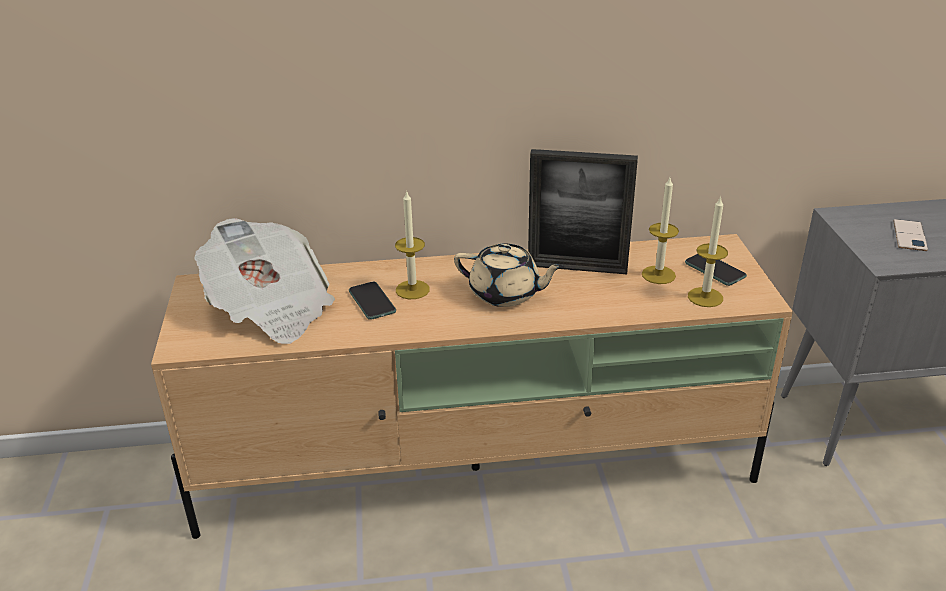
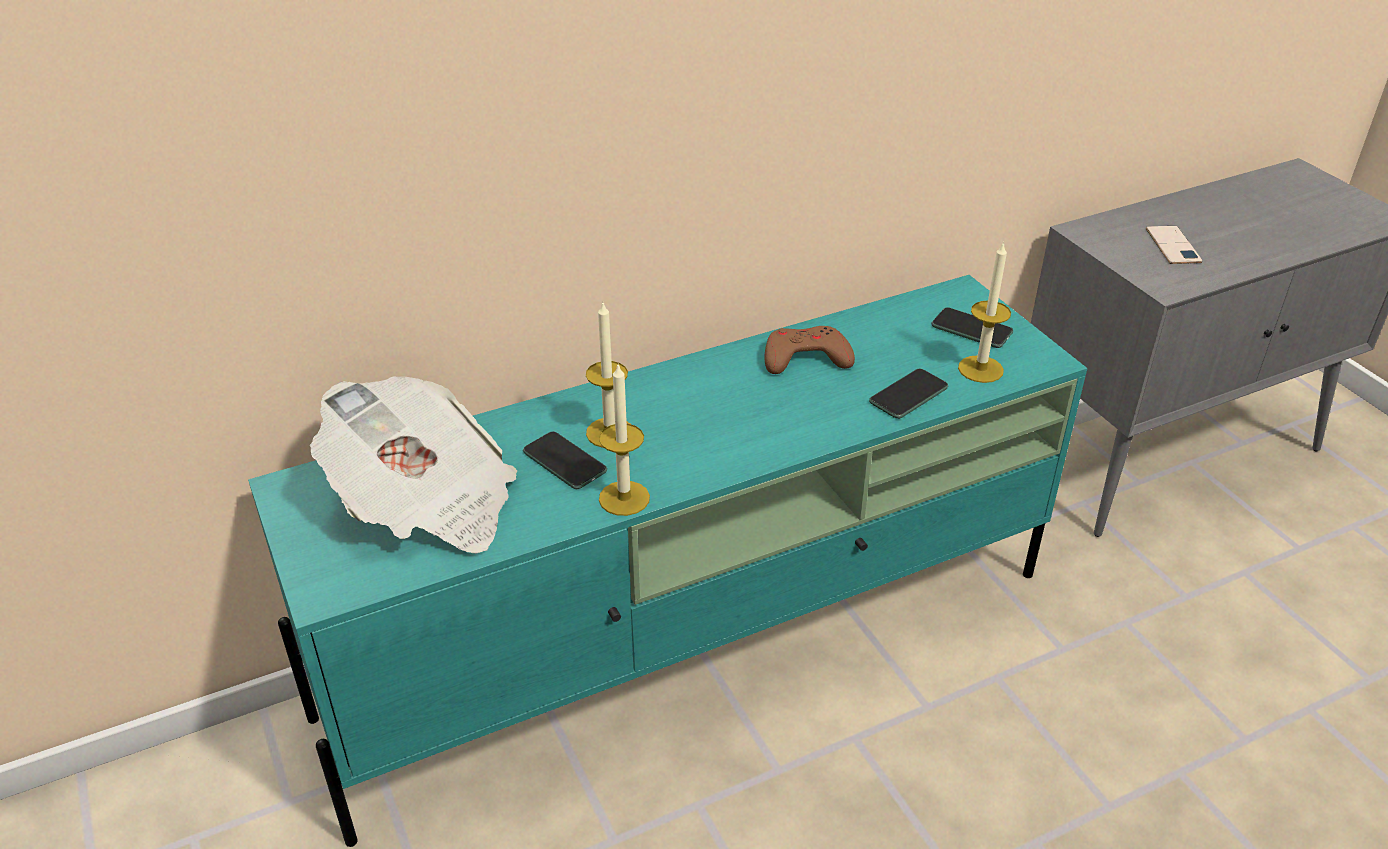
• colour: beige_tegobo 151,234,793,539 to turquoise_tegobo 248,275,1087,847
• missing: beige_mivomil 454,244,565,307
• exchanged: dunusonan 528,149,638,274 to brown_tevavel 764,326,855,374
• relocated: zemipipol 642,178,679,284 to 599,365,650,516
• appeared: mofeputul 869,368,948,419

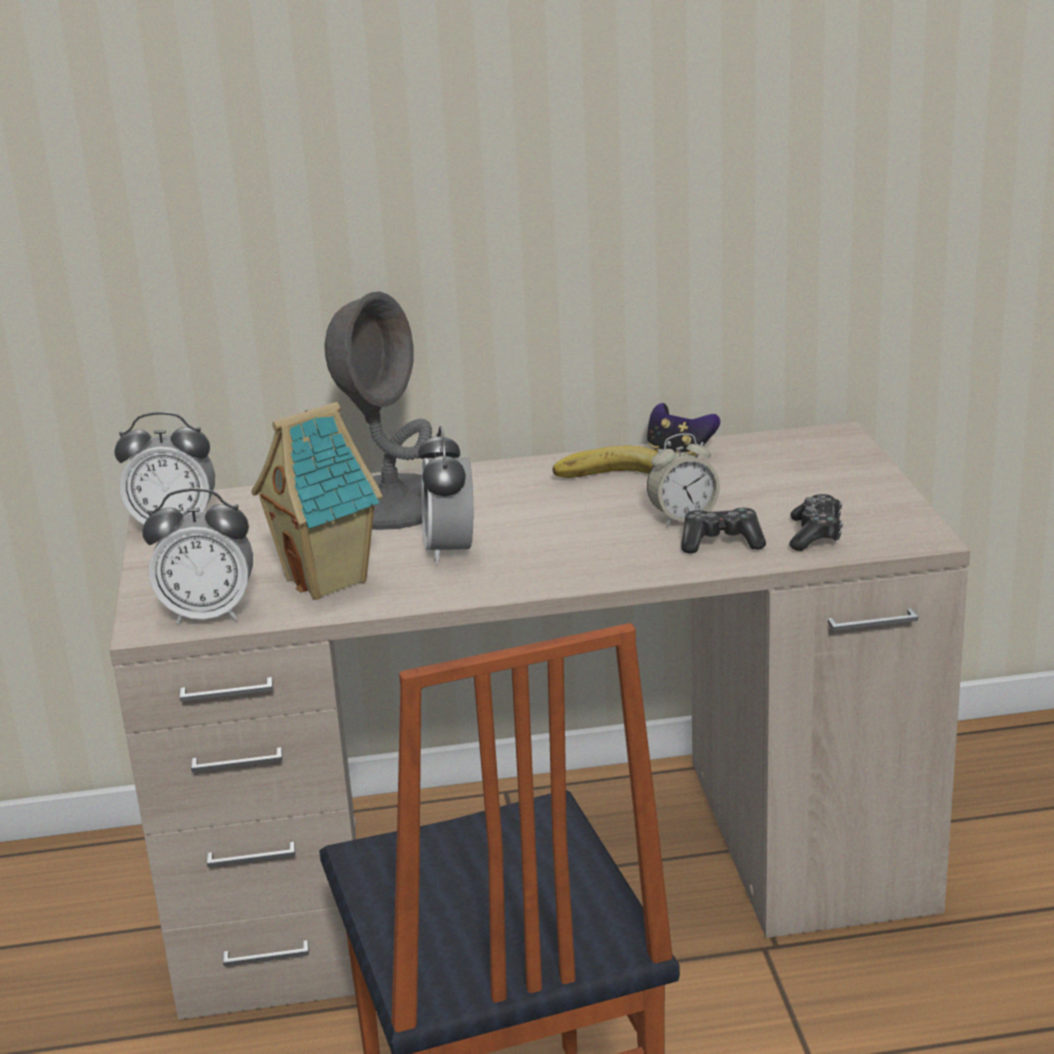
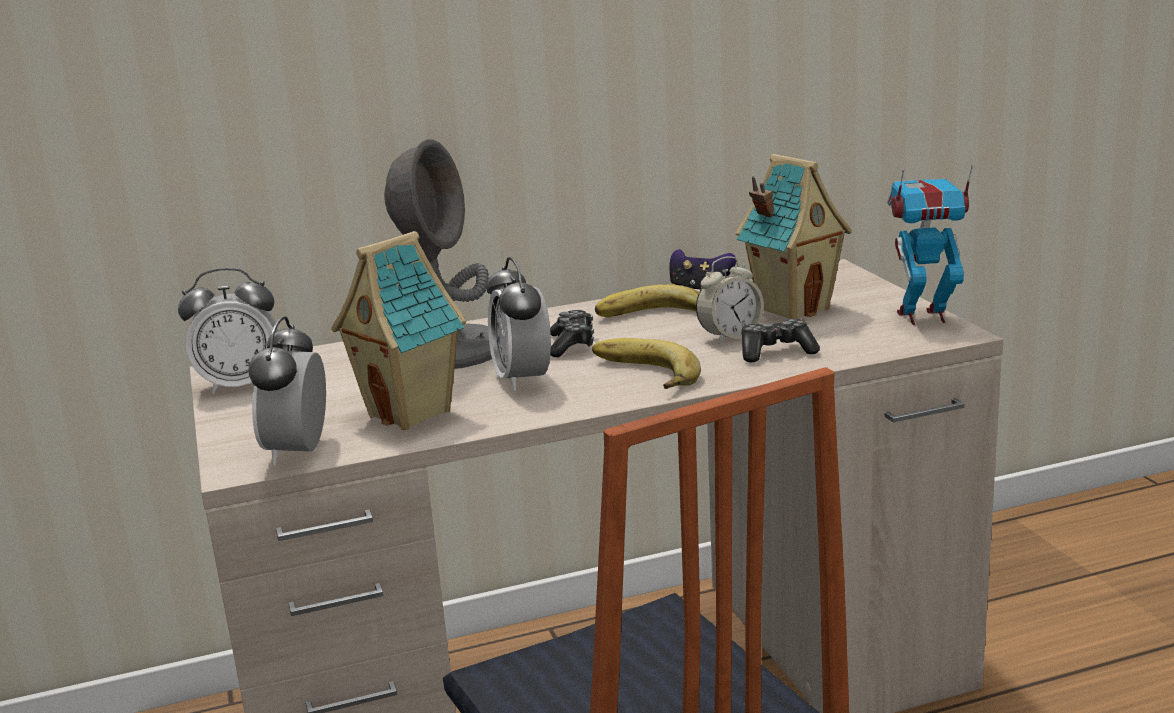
• spun: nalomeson 142,488,253,624 = 249,316,326,465 105 degrees clockwise
• relocated: tevavel 789,494,843,551 to 550,310,594,357
• appeared: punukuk 592,338,701,389
• appeared: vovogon 736,154,852,319
• appeared: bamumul 887,165,973,325

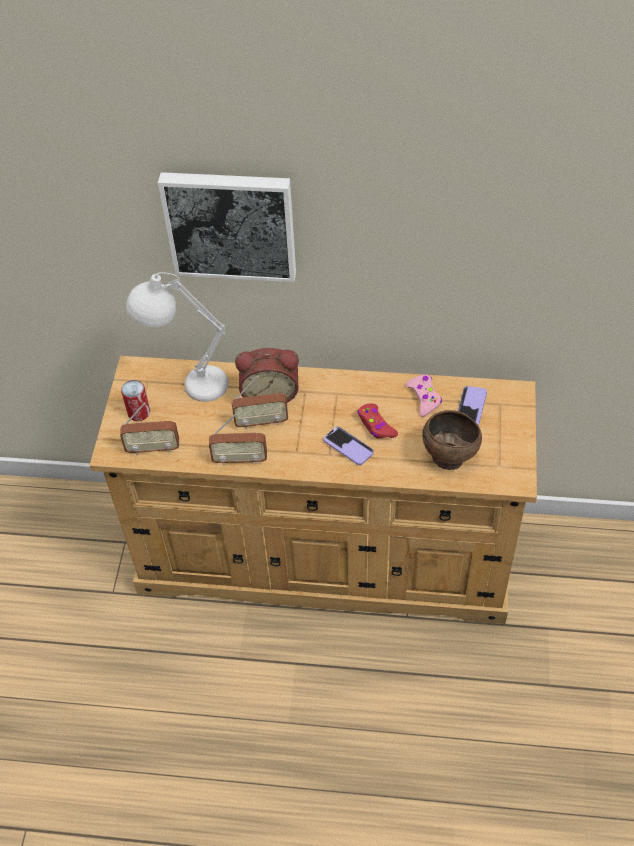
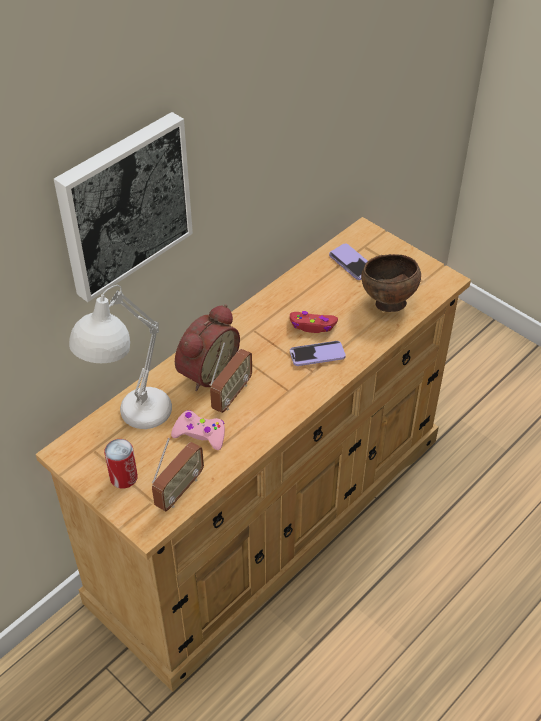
• missing: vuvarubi 209,414,267,466
• relocated: pink_tevavel 406,375,442,417 to 171,410,225,450

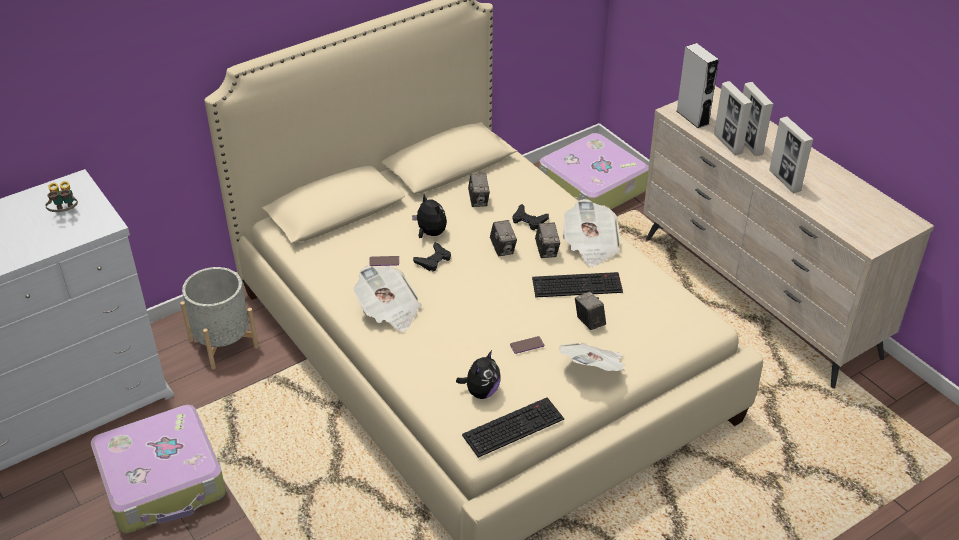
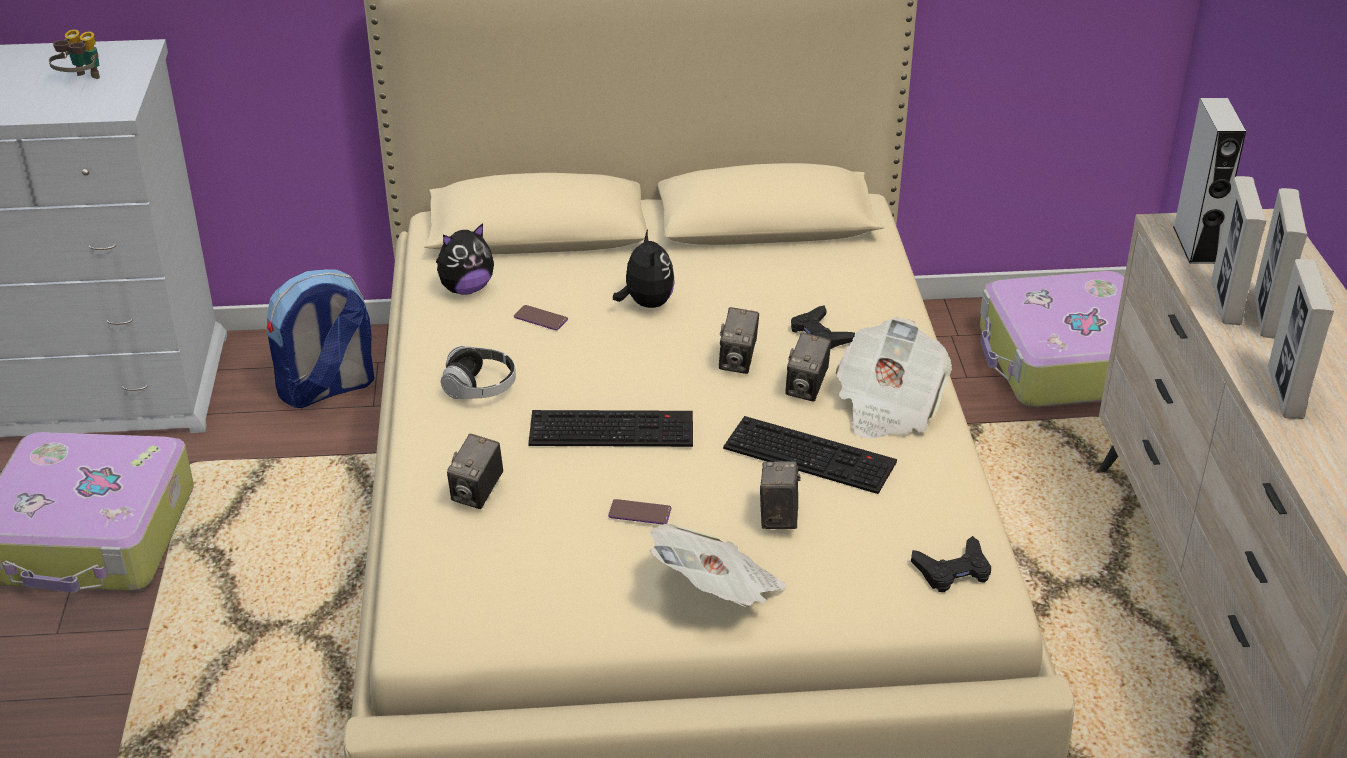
• exchanged: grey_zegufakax 180,267,259,370 to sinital 267,269,374,408
• exchanged: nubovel 354,266,422,332 to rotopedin 441,346,516,399
• relocated: black_tevavel 413,242,451,271 to 911,536,991,592
• relocated: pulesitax 456,350,500,399 to 436,223,494,295
• relocated: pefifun 462,397,564,458 to 528,410,693,447
• relocated: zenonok 468,173,490,207 to 447,434,503,509

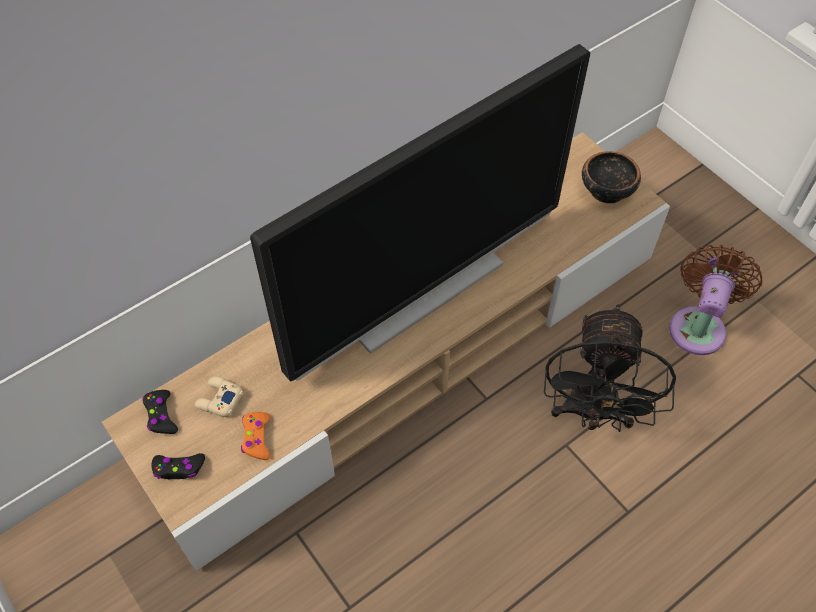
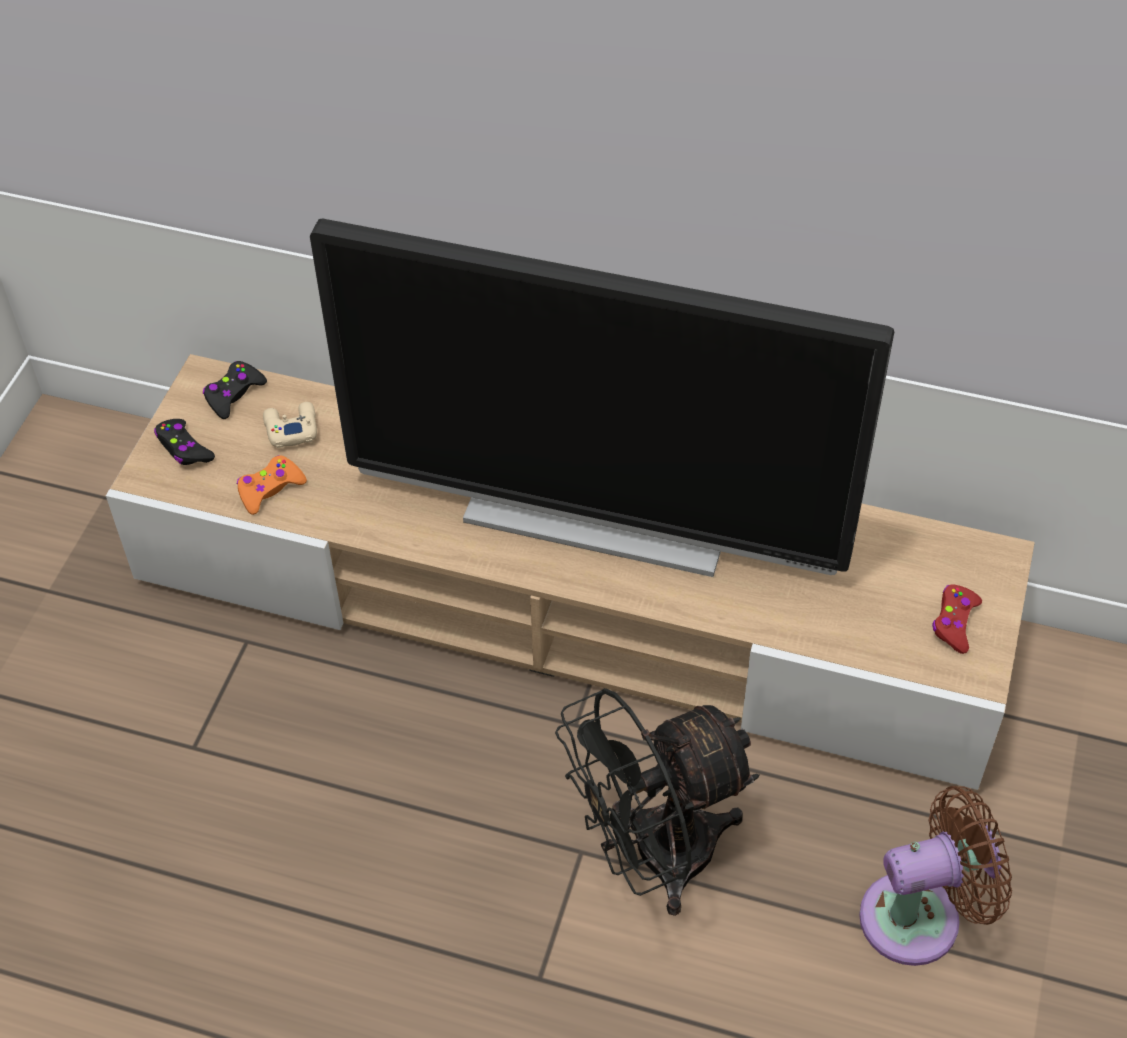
• exchanged: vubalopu 582,151,641,204 to red_tevavel 932,584,982,654

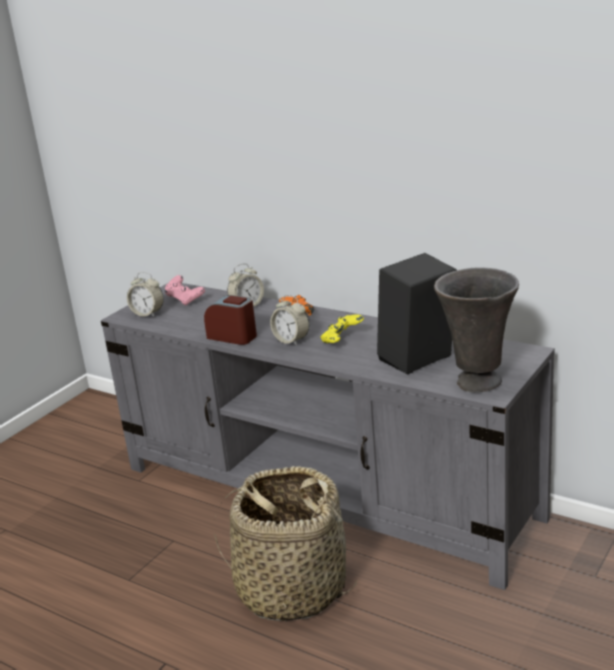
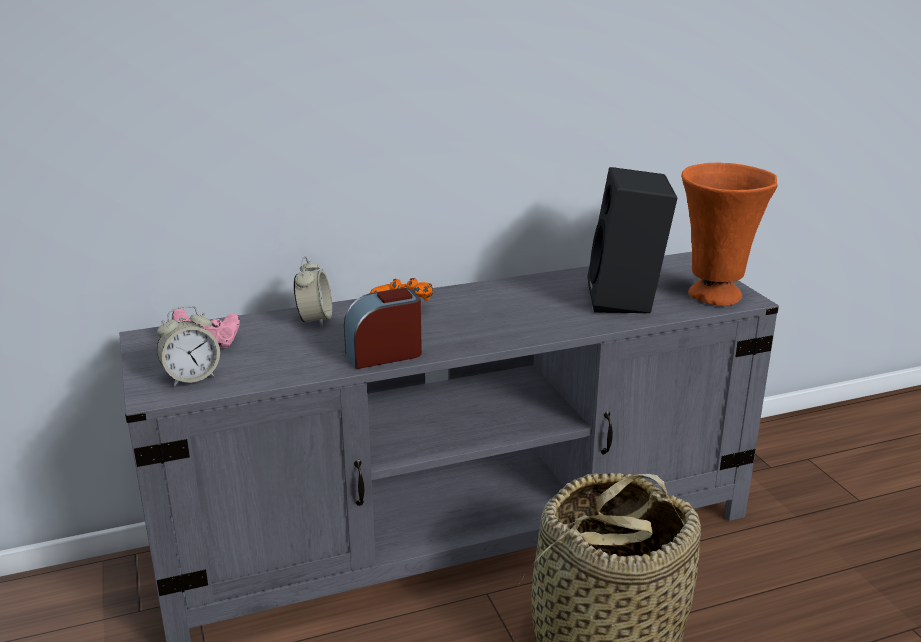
• missing: nalomeson 270,295,309,346
• missing: yellow_tevavel 321,314,364,343
• colour: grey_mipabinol 434,267,519,392 to orange_mipabinol 681,162,778,306

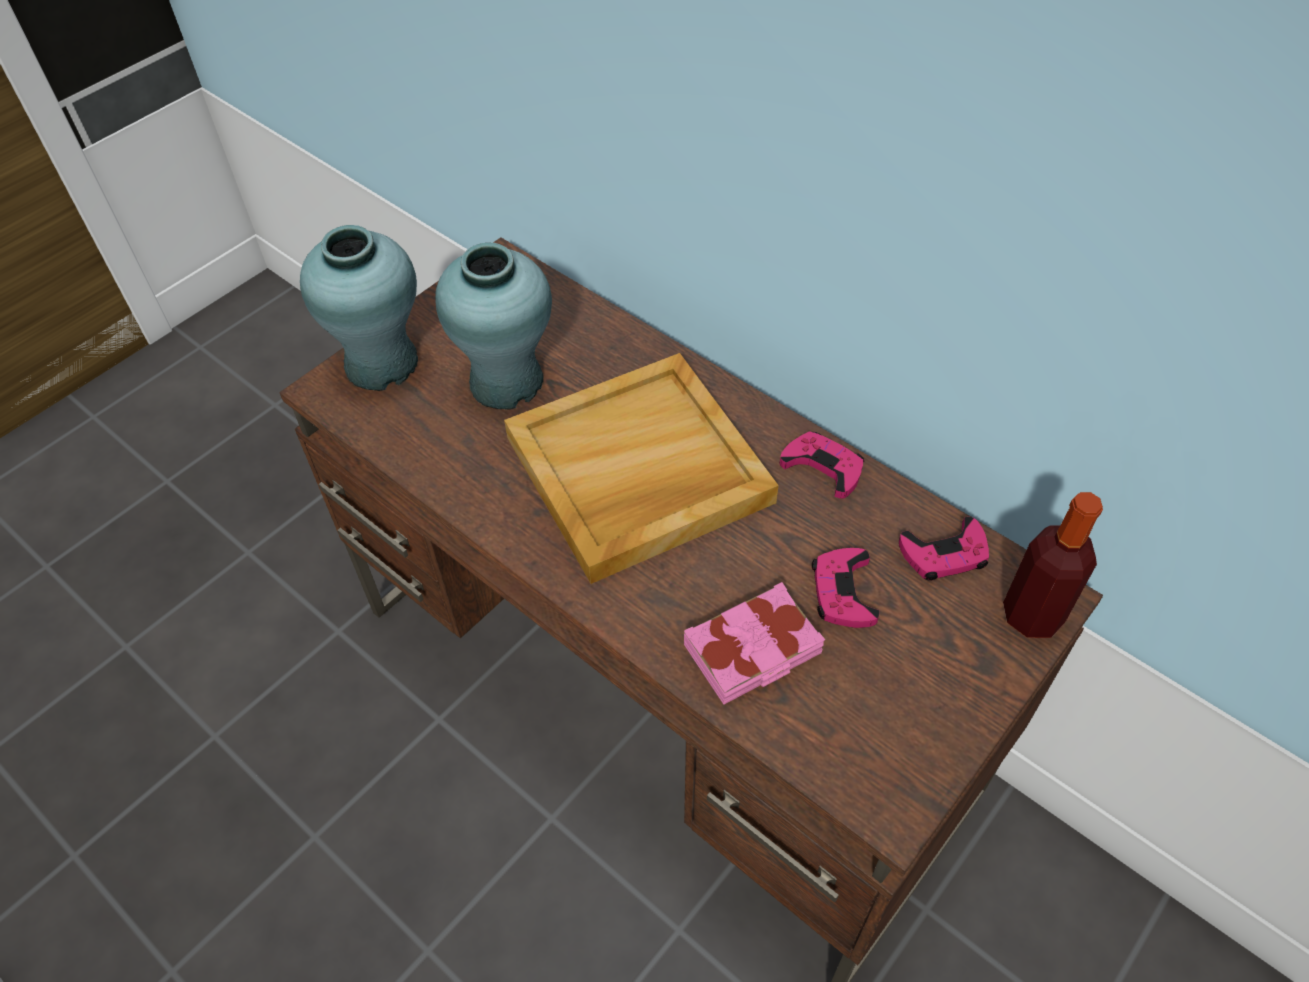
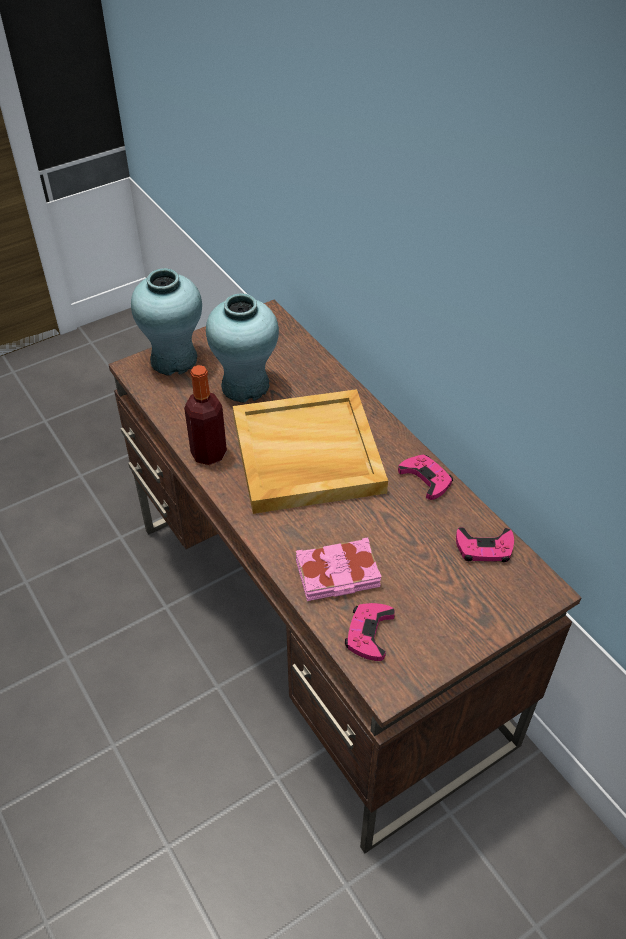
• relocated: pink_tevavel 812,548,879,628 to 345,603,395,661
• relocated: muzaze 1003,492,1103,638 to 184,365,227,465

